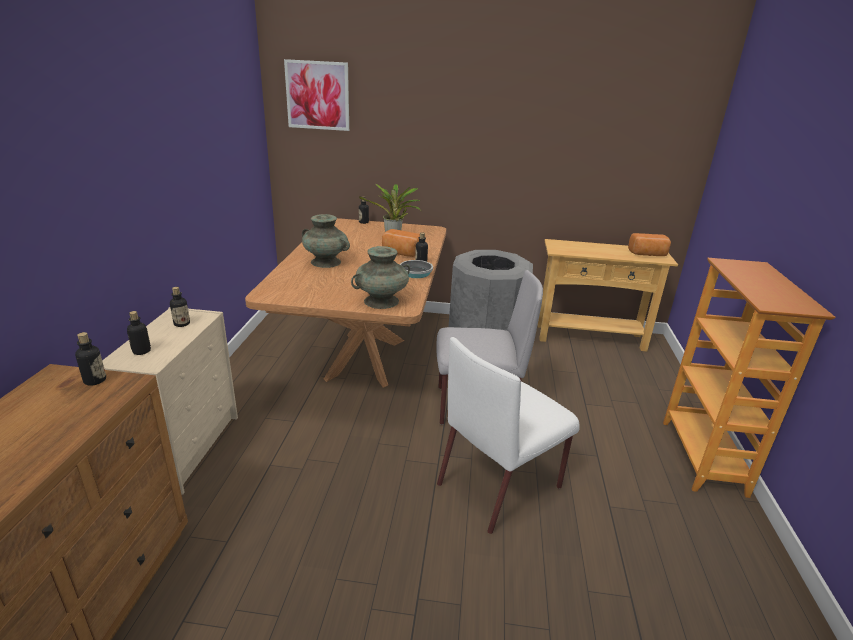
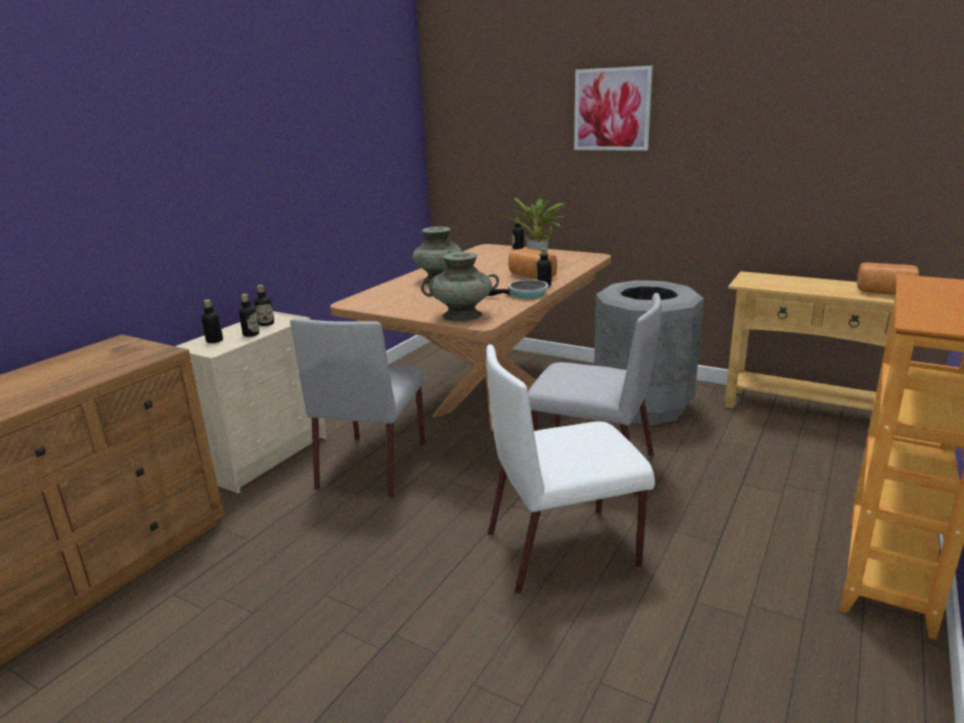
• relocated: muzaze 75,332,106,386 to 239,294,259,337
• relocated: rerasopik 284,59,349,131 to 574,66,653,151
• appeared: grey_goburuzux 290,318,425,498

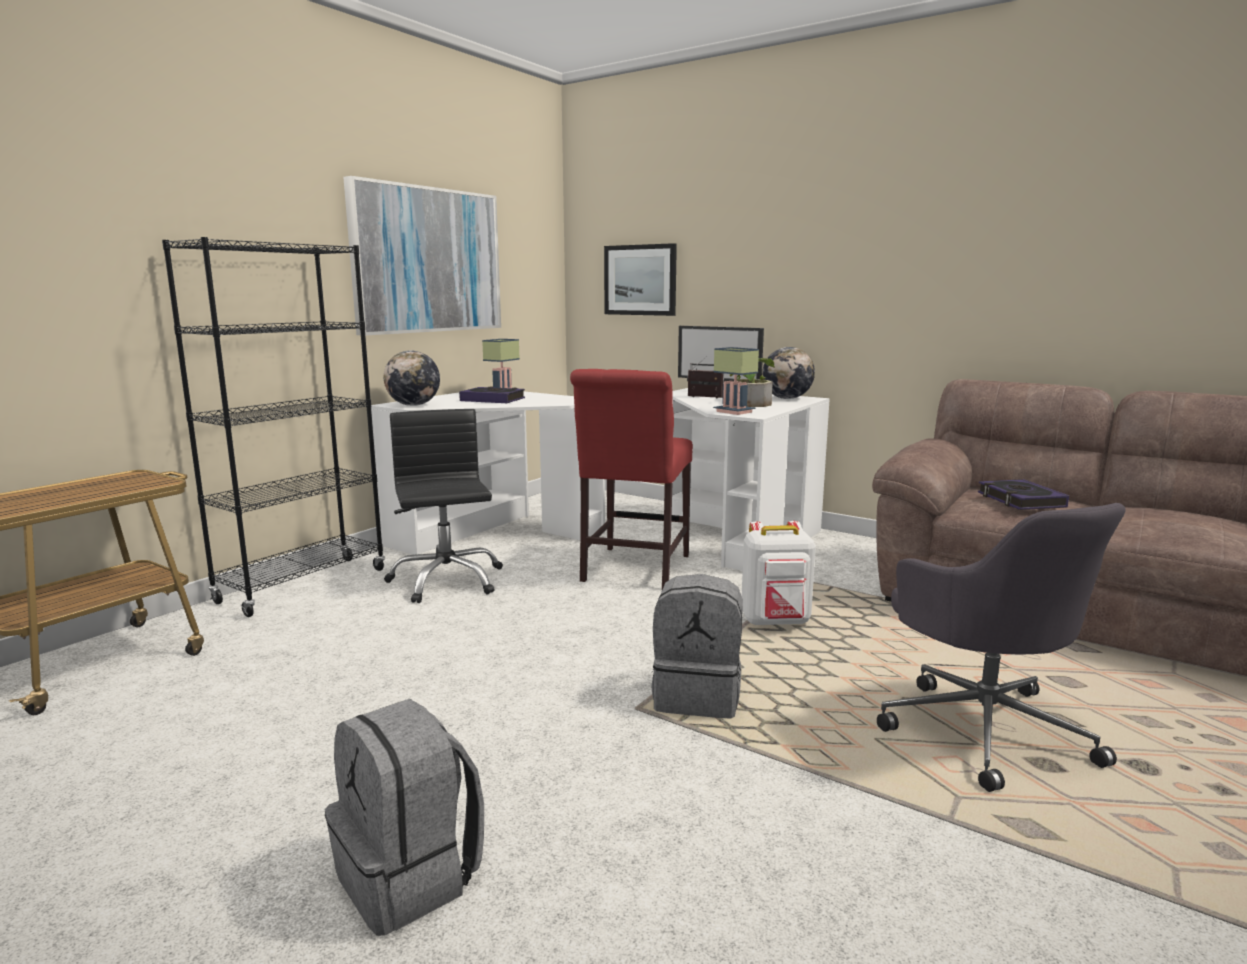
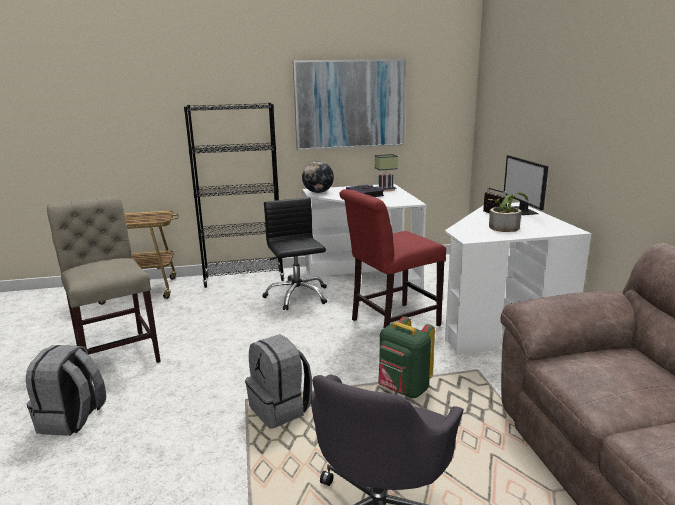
• spun: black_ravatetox 384,409,503,603 = 263,198,327,311 45 degrees counterclockwise
• missing: rerasopik 604,243,677,316
• missing: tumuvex 713,347,759,415
• colour: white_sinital 742,521,816,625 to green_sinital 378,316,435,398
• missing: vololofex 762,347,815,399
• missing: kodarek 978,479,1069,510
• appeared: beige_goburuzux 47,195,161,381

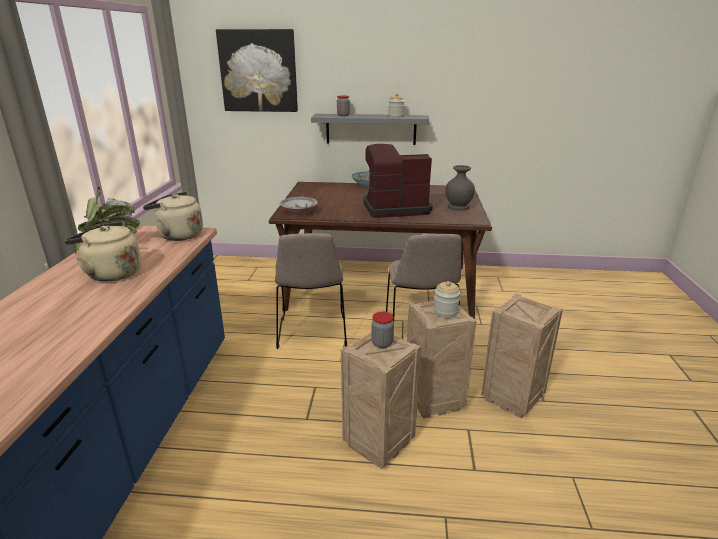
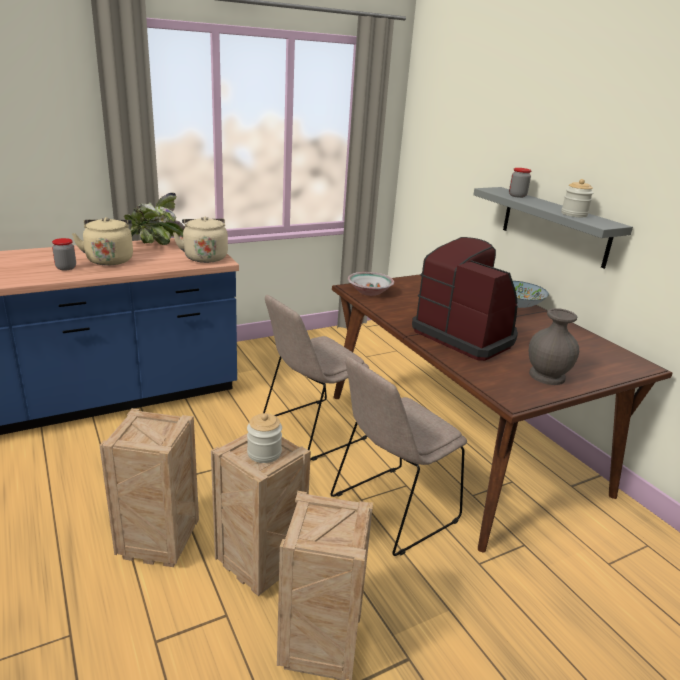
• missing: rerasopik 216,29,298,112
• relocated: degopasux 371,312,394,348 to 52,238,76,271

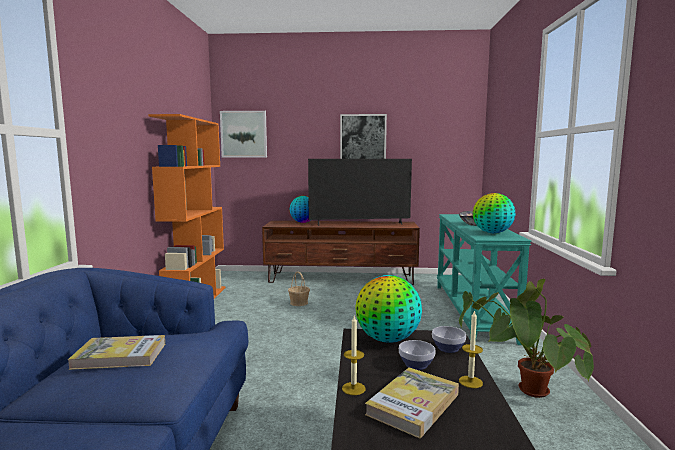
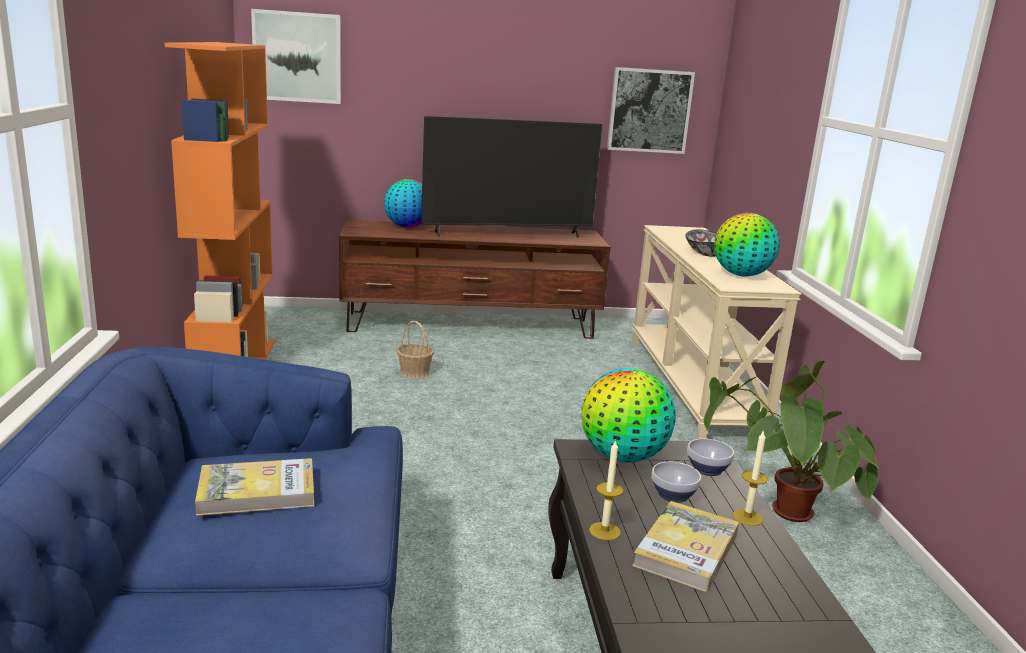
• relocated: rerasopik 340,114,387,159 to 607,67,695,154
• colour: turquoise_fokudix 437,214,532,345 to beige_fokudix 632,225,802,439

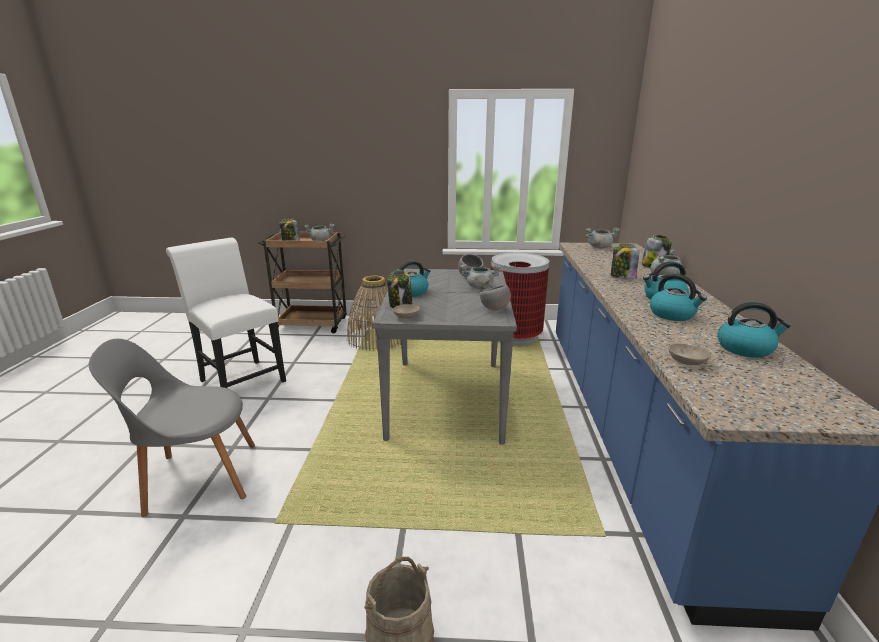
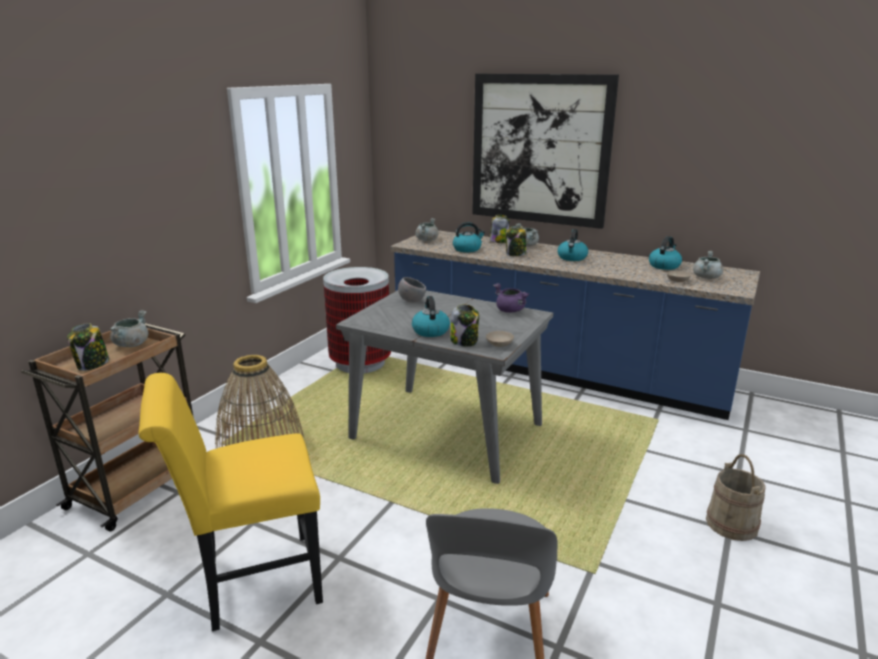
• colour: white_goburuzux 166,238,286,388 to yellow_goburuzux 138,373,323,631
• relocated: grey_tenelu 460,264,501,289 to 693,251,723,279
• exchanged: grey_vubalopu 480,285,511,310 to purple_tenelu 493,283,529,313
• relocated: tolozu 650,274,707,321 to 453,222,485,252
• appeared: rerasopik 472,74,619,229

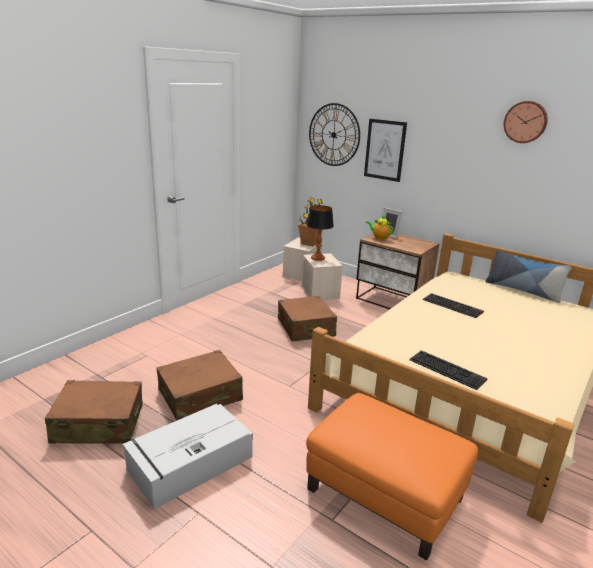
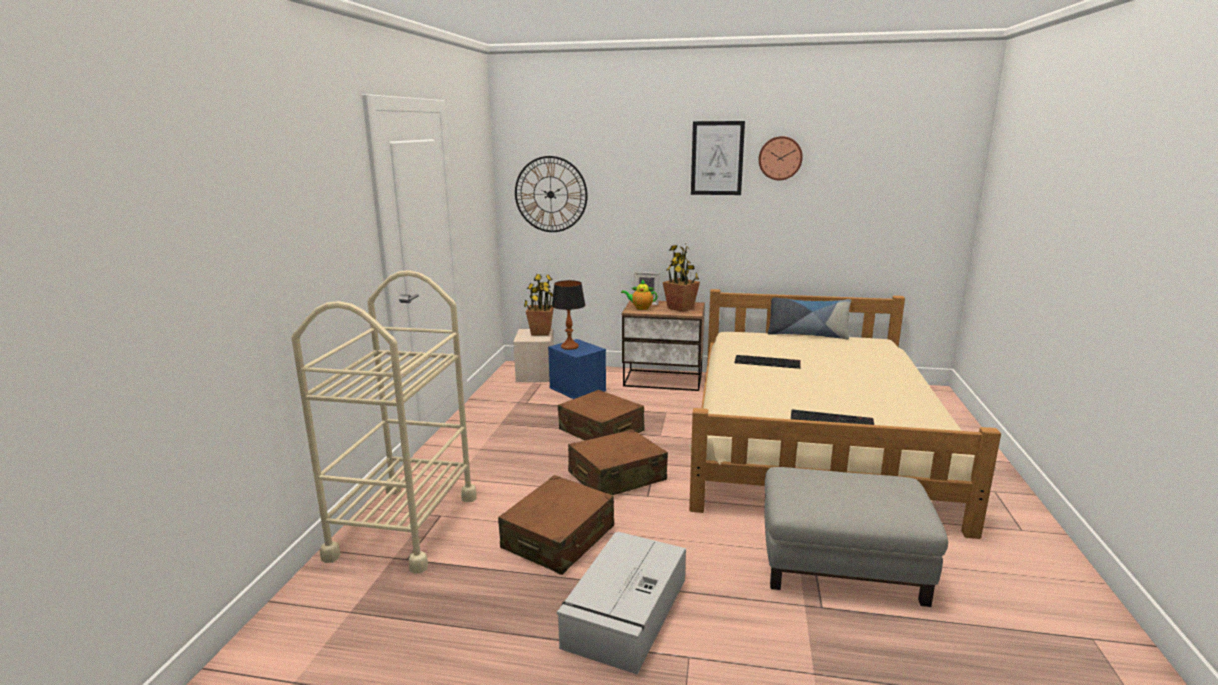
• relocated: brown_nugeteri 45,380,143,444 to 568,429,668,495
• colour: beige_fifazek 302,253,343,300 to blue_fifazek 548,339,606,399
• colour: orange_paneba 306,393,478,560 to grey_paneba 765,467,948,607
• relocated: rerasopik 364,119,407,182 to 691,121,745,195
• appeared: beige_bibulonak 291,270,477,574
• appeared: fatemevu 663,244,700,312

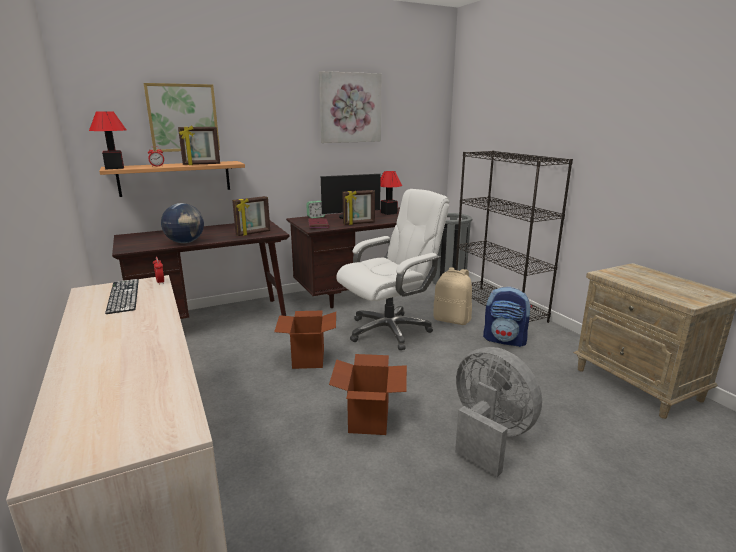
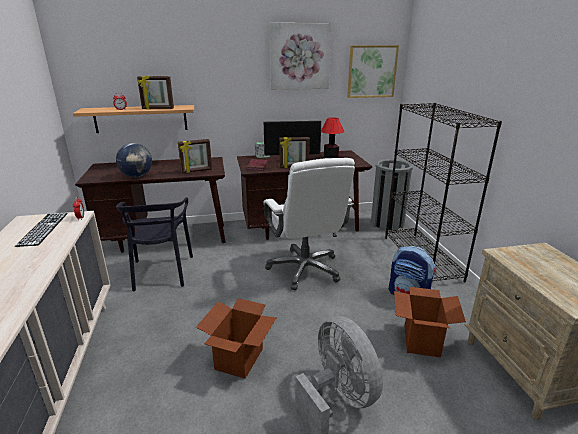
• missing: tumuvex 89,111,126,169
• relocated: rerasopik 144,83,220,152 to 347,45,399,98
• relocated: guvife 274,310,336,369 to 394,287,466,358
• spun: white_ravatetox 336,189,449,350 = 263,158,355,290 90 degrees clockwise
• missing: beige_sinital 433,267,472,325
• appeared: black_goburuzux 116,198,193,291

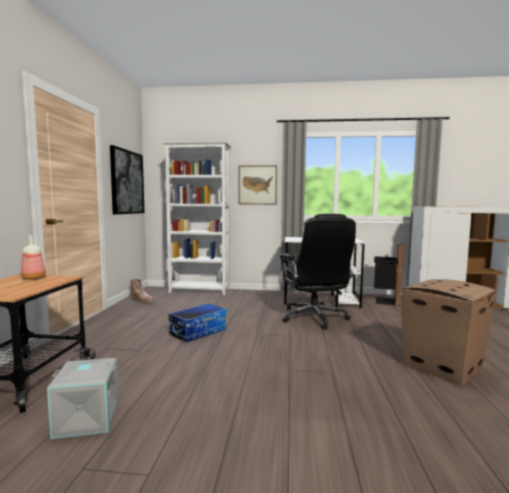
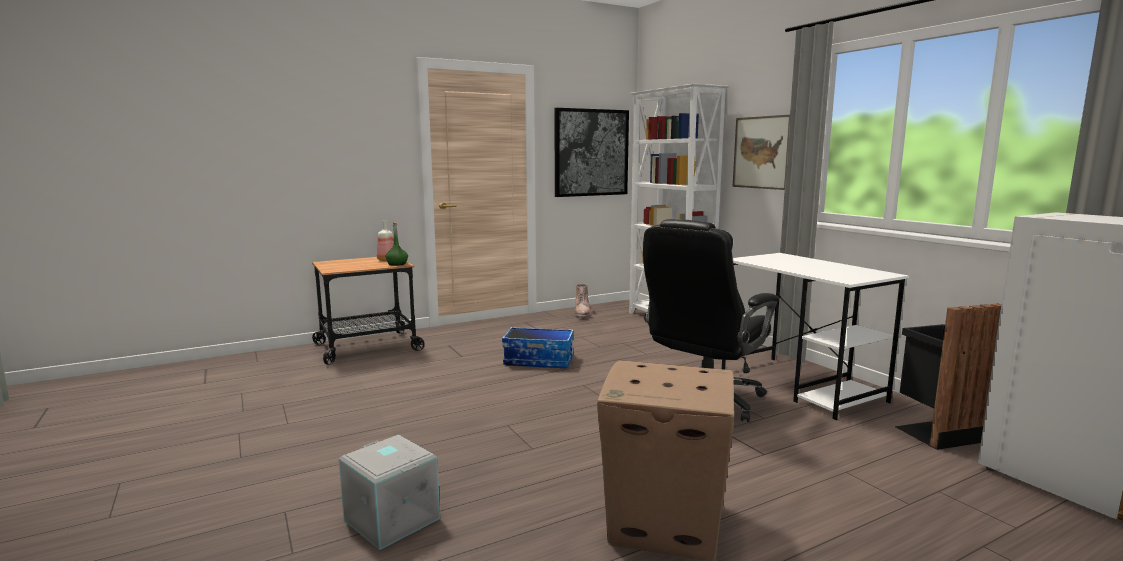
• relocated: grey_fifazek 47,358,118,439 to 339,435,440,550
• appeared: green_muzaze 385,222,408,266

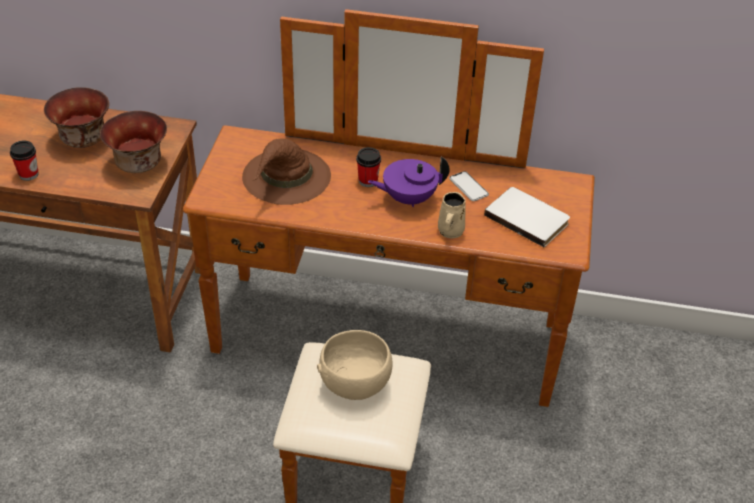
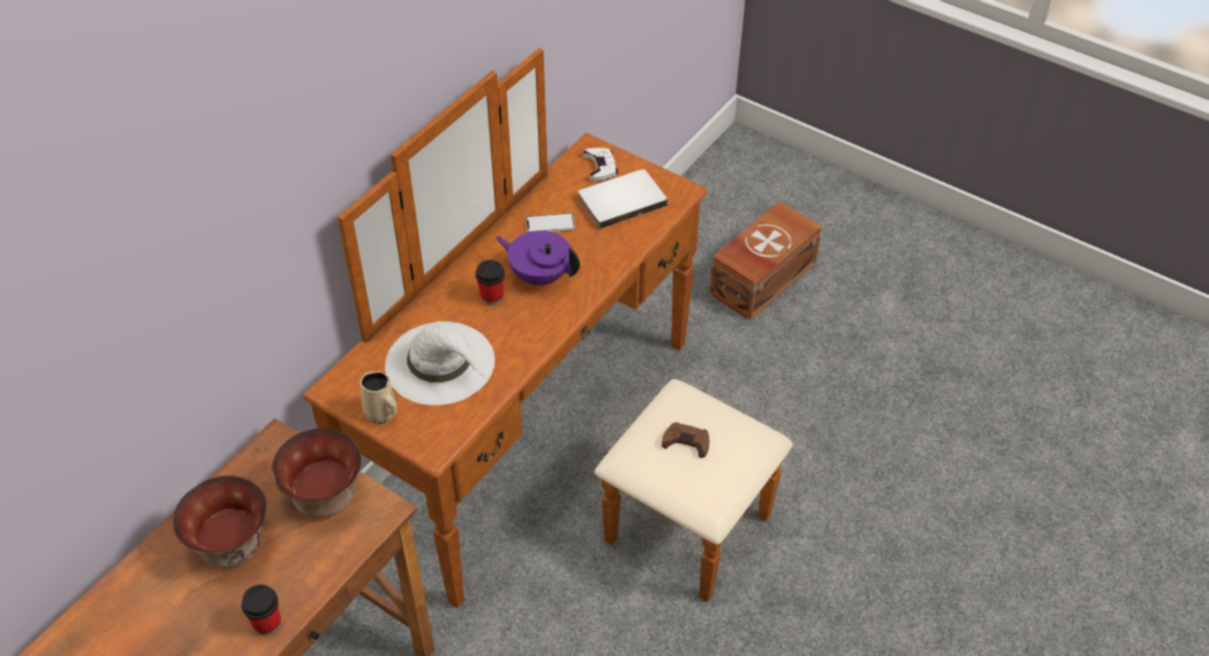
• colour: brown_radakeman 242,138,331,205 to white_radakeman 385,321,495,405
• exchanged: beige_vubalopu 317,330,392,400 to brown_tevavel 662,422,709,458
• spun: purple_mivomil 368,157,450,207 = 495,231,580,286 105 degrees clockwise
• relocated: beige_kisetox 438,192,466,238 to 360,372,397,424
• appeared: white_tevavel 583,148,618,181
• appeared: brown_fifazek 709,201,822,321

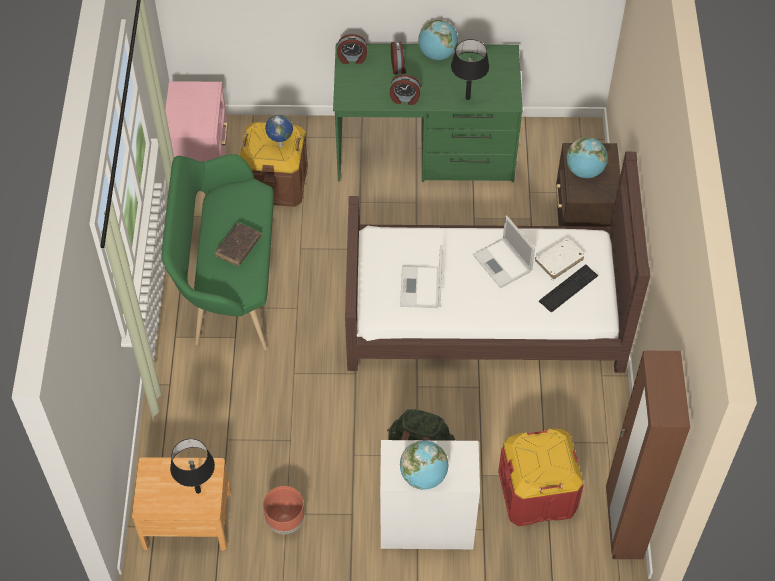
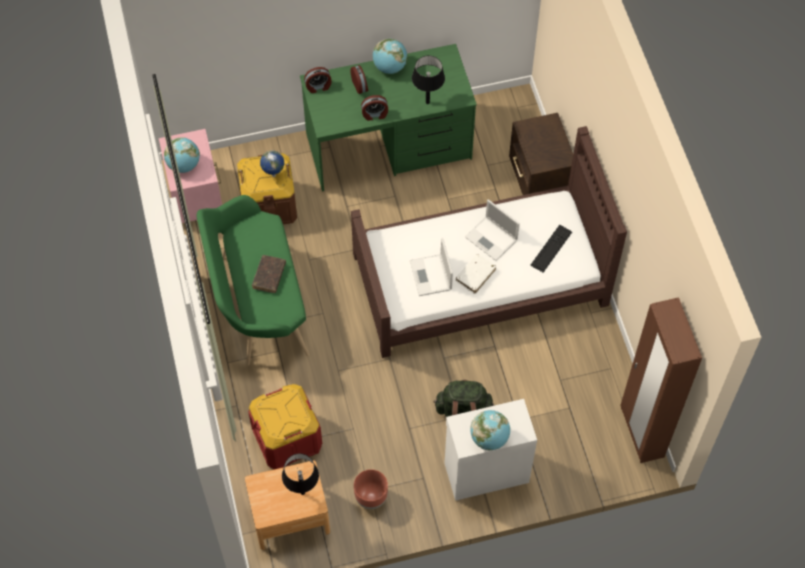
• relocated: red_fifazek 498,428,584,526 to 248,384,322,469
• relocated: white_kodarek 535,238,585,280 to 456,254,496,294
• relocated: vololofex 566,137,608,178 to 164,137,200,173

